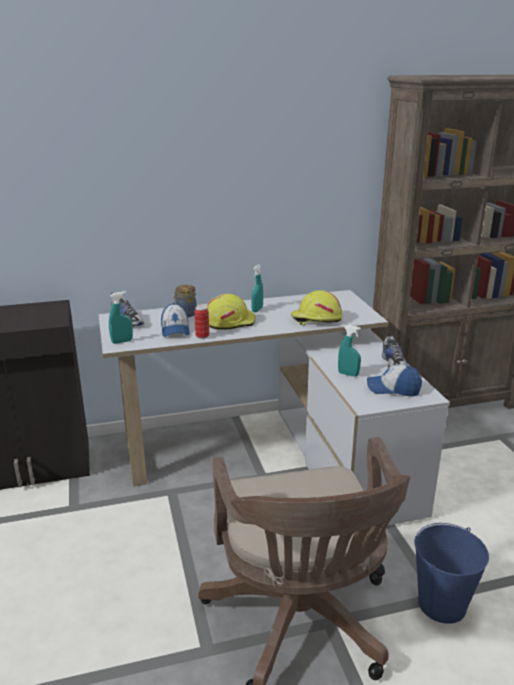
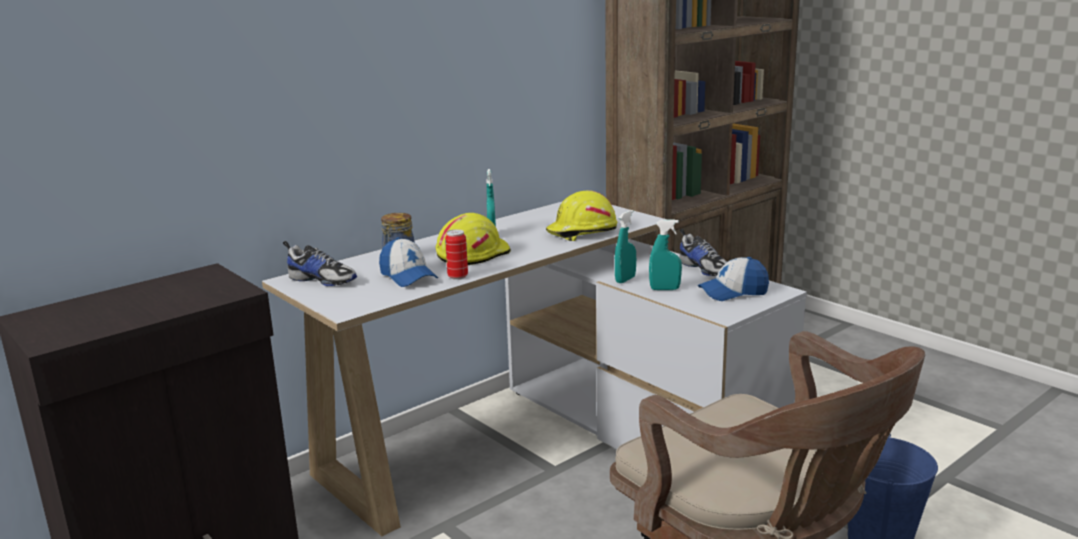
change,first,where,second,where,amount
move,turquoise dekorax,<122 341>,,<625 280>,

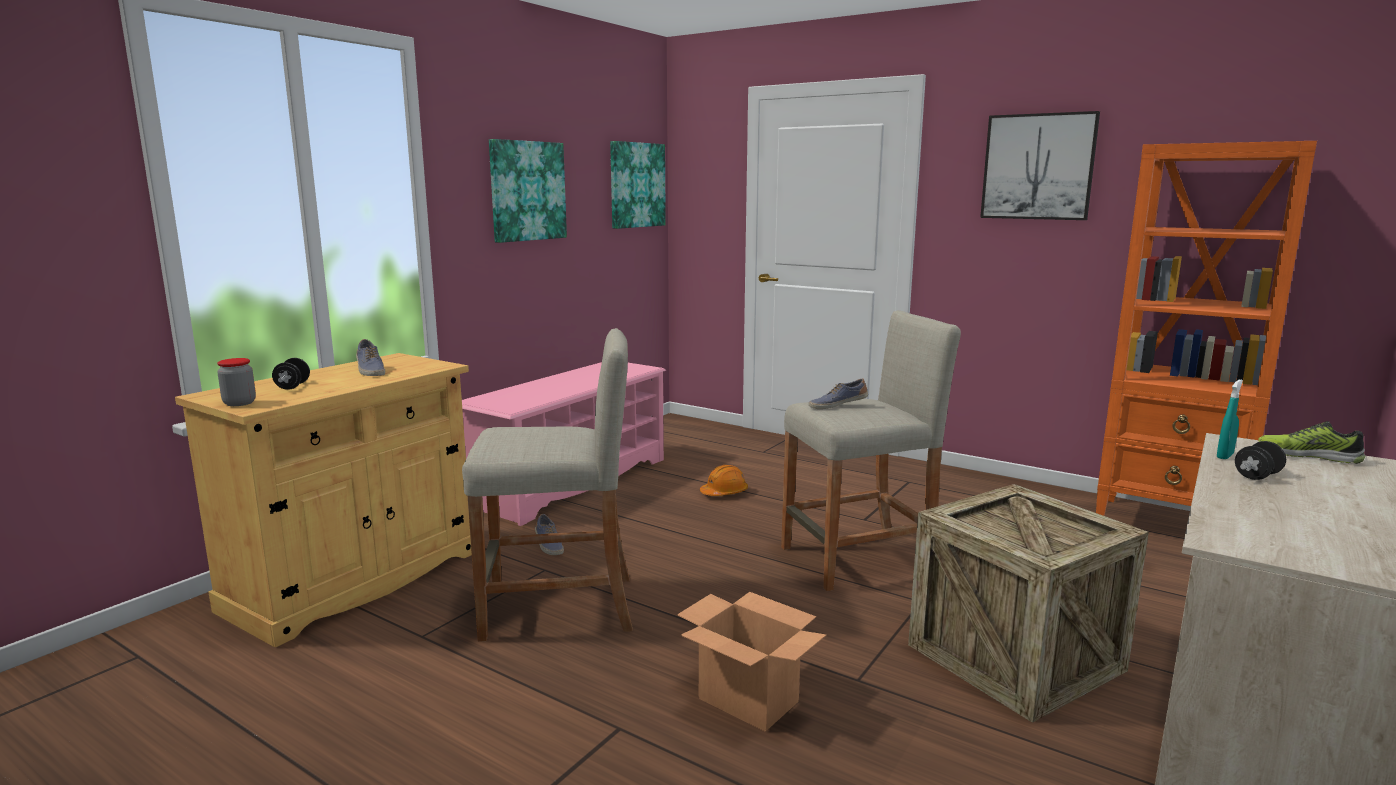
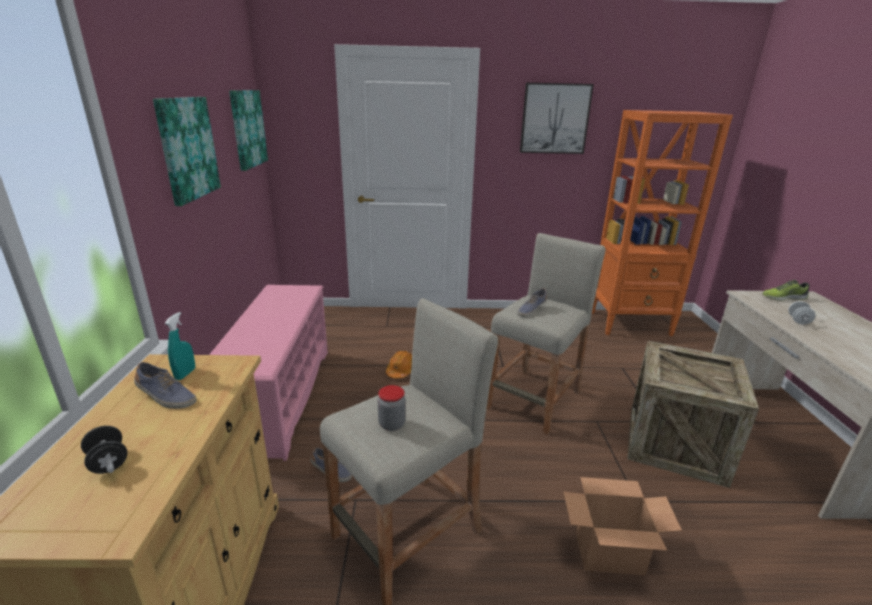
change,first,where,second,where,amount
move,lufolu,<239 403>,,<392 424>,
move,turquoise dekorax,<1225 456>,,<185 374>,
recolor,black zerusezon,<1257 476>,white zerusezon,<798 320>,

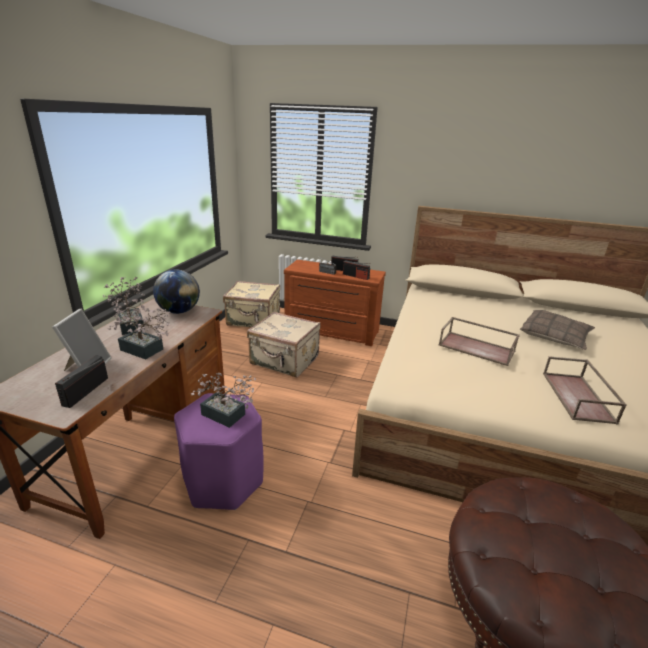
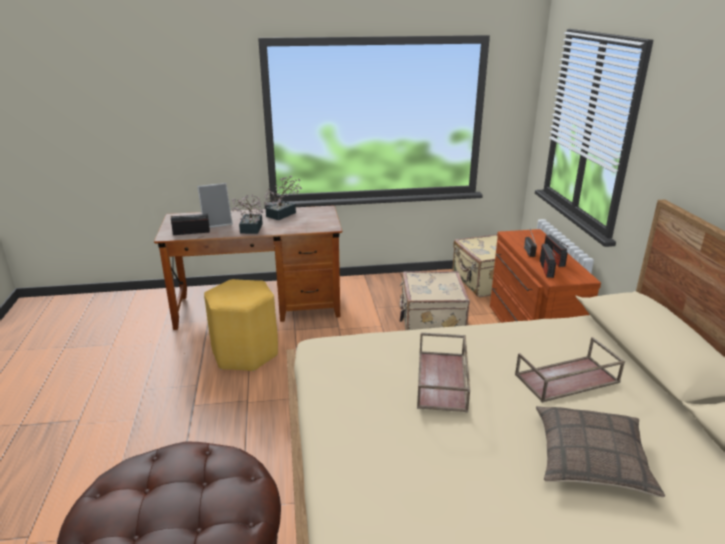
change,first,where,second,where,amount
delete,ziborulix,<179 311>,,,
recolor,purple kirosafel,<223 481>,yellow kirosafel,<244 354>,
delete,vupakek,<227 416>,,,
move,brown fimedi,<578 397>,,<566 379>,

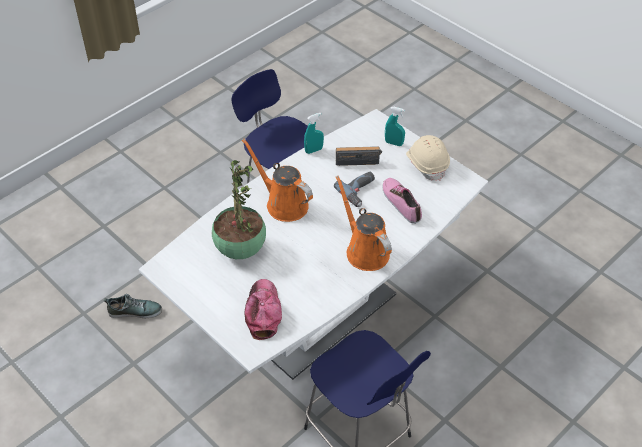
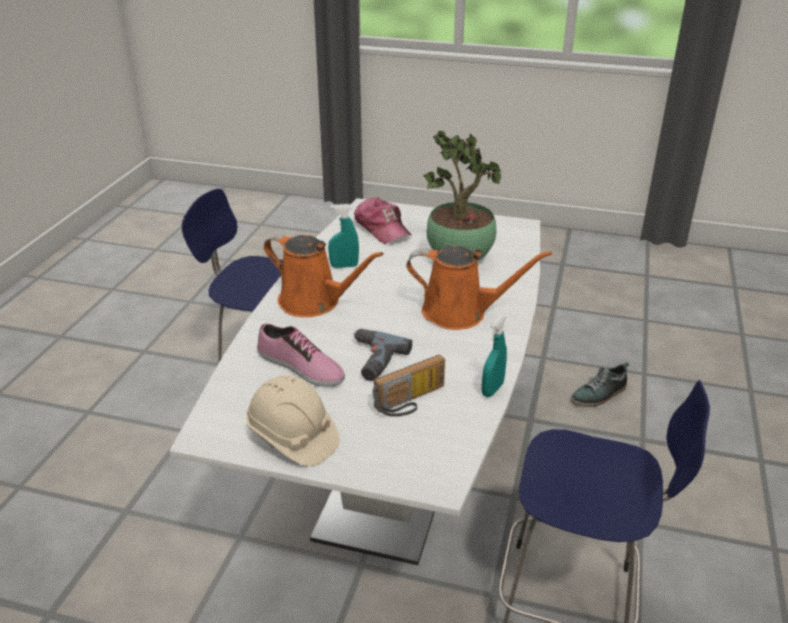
change,first,where,second,where,amount
move,turquoise dekorax,<394 143>,,<344 266>,

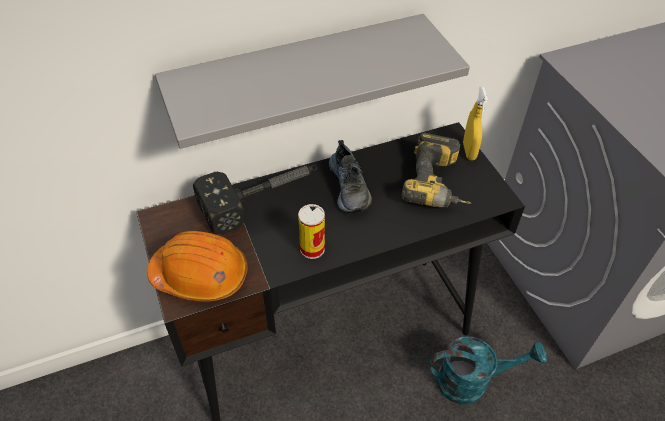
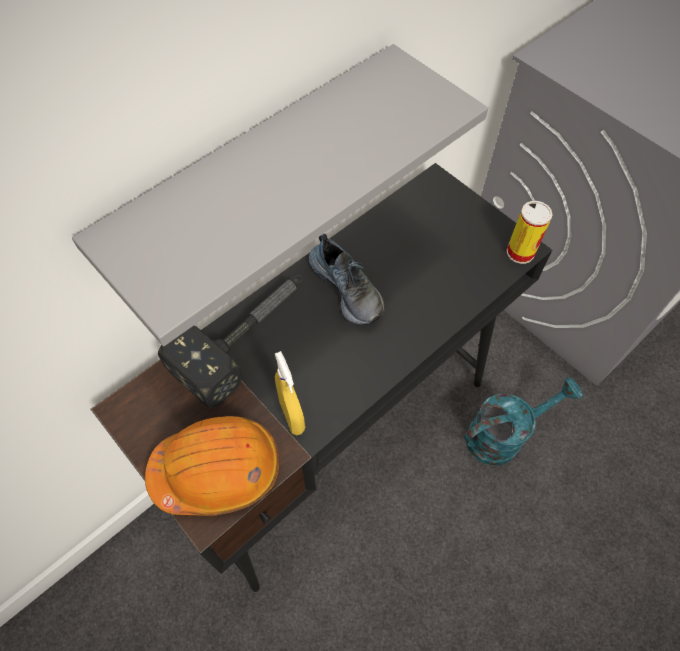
change,first,where,second,where,amount
move,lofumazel,<312 248>,,<520 252>,
delete,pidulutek,<439 185>,,,
move,yellow dekorax,<469 151>,,<292 416>,

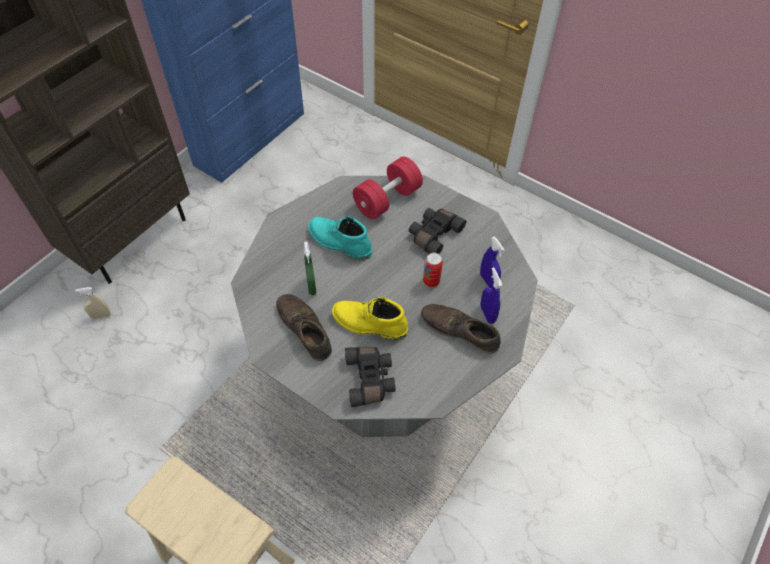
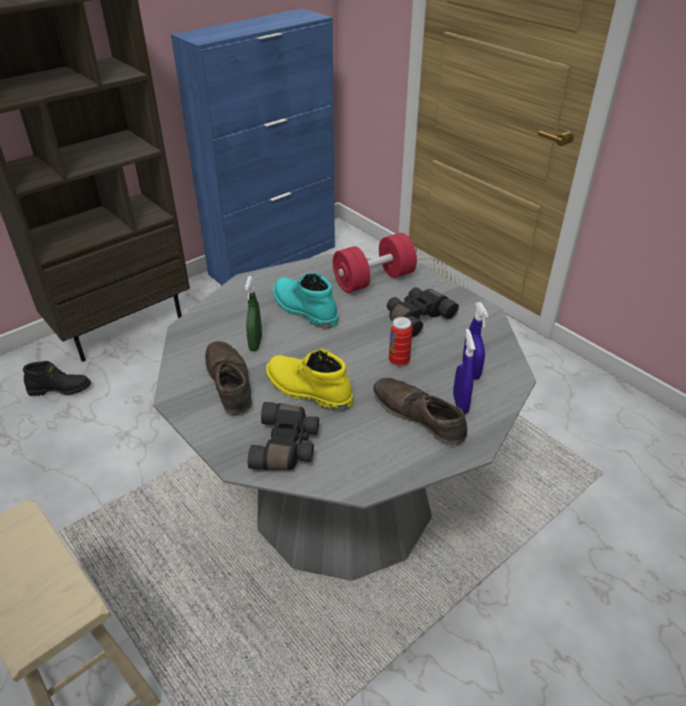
change,first,where,second,where,amount
replace,beige dekorax,<101 315>,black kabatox,<60 388>,

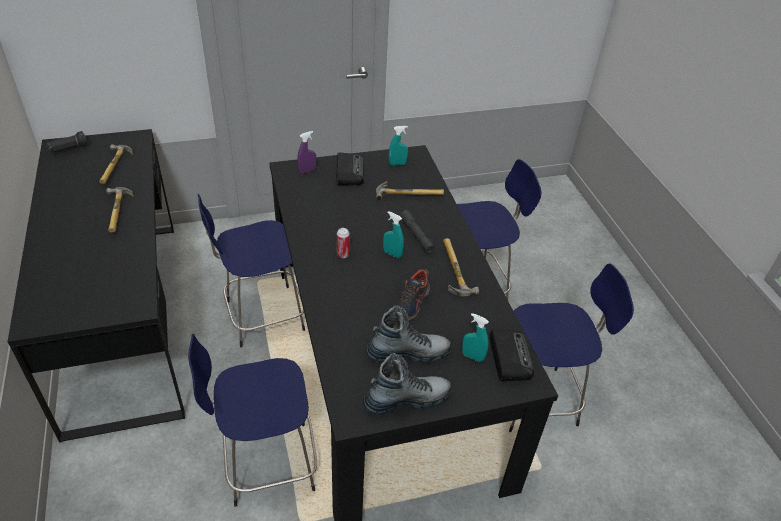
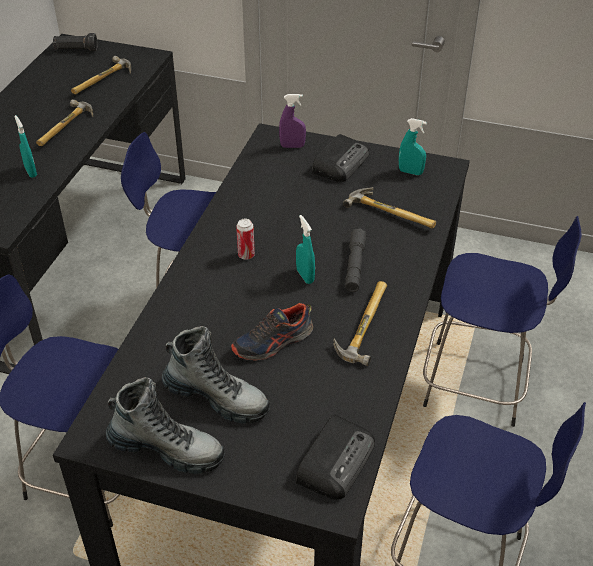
change,first,where,second,where,amount
move,turquoise dekorax,<472 356>,,<31 172>,

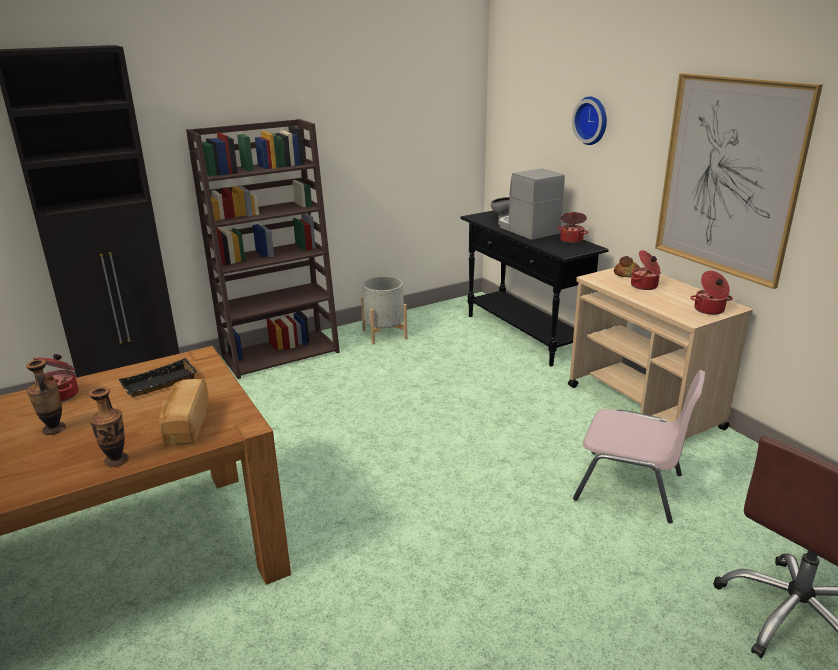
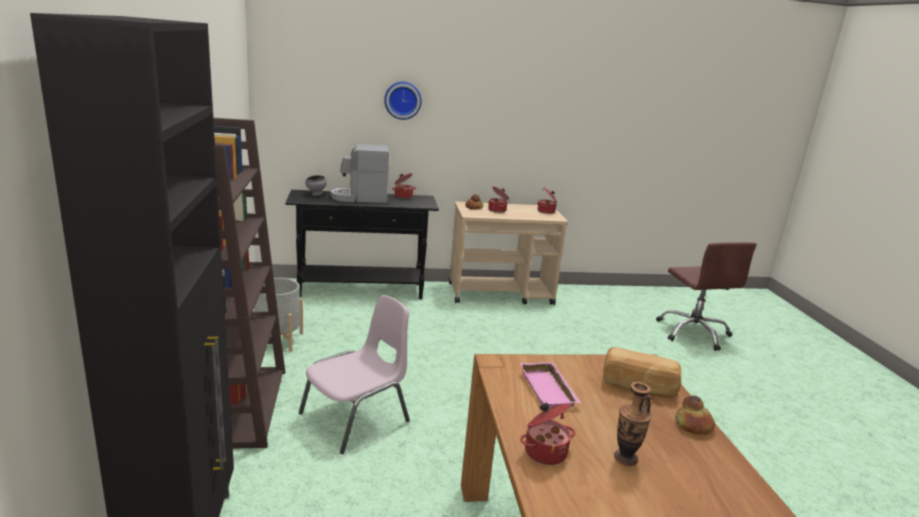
change,first,where,second,where,amount
replace,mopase,<116 461>,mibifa,<692 426>,
recolor,black fimedi,<159 384>,pink fimedi,<549 390>,
move,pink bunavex,<630 487>,,<357 417>,
delete,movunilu,<728 177>,,,

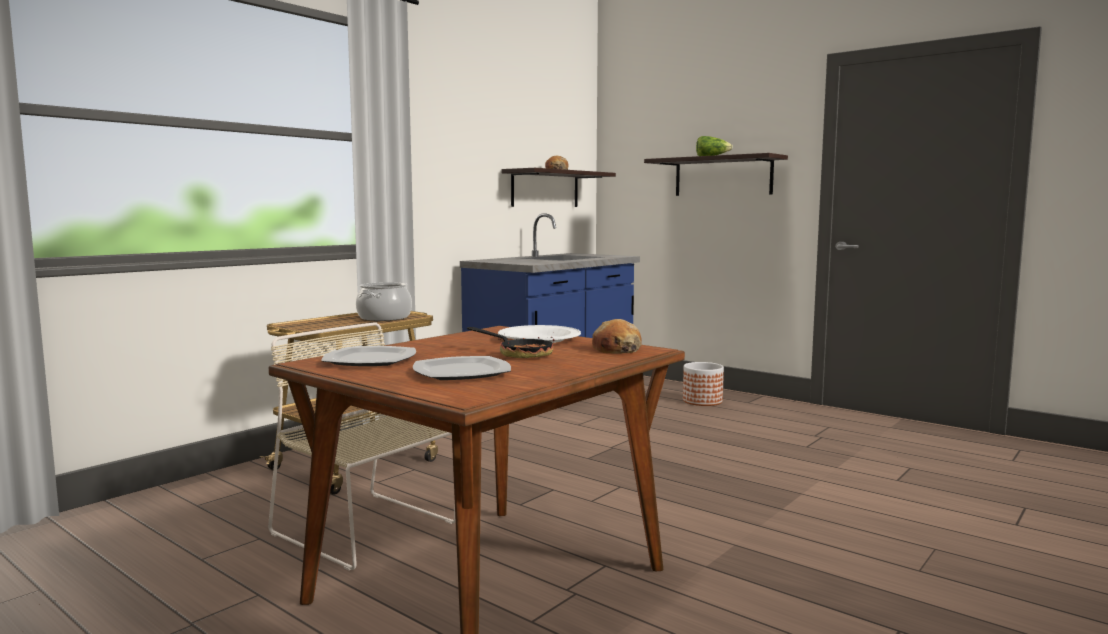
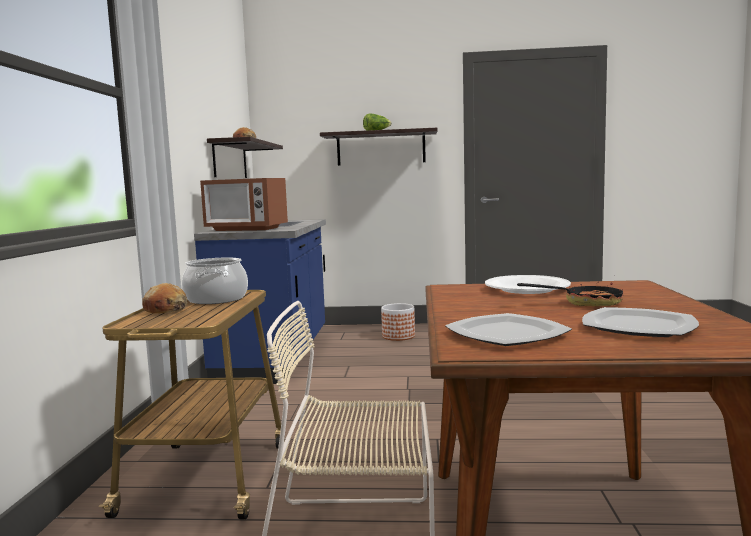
change,first,where,second,where,amount
move,mibifa,<616 349>,,<165 309>,
insert,,,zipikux,<246 229>,

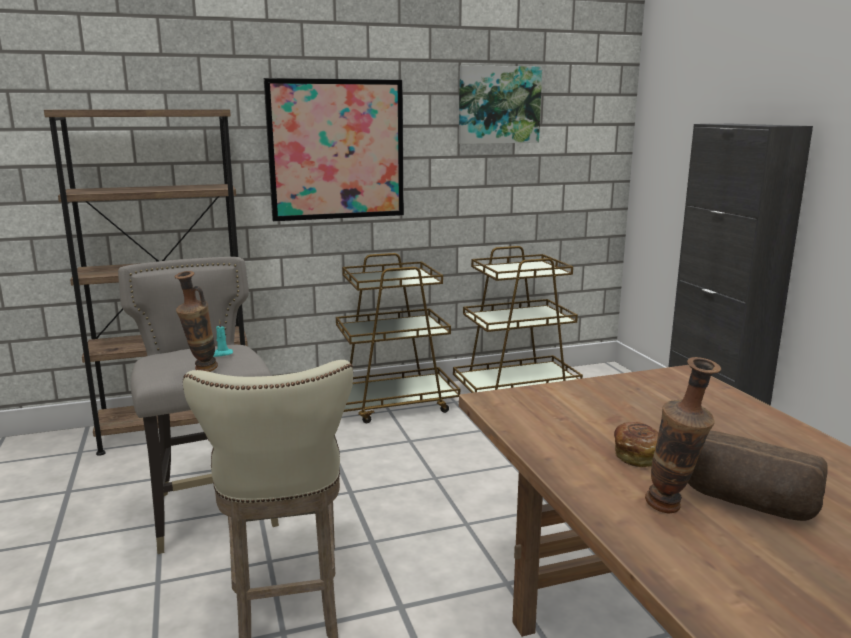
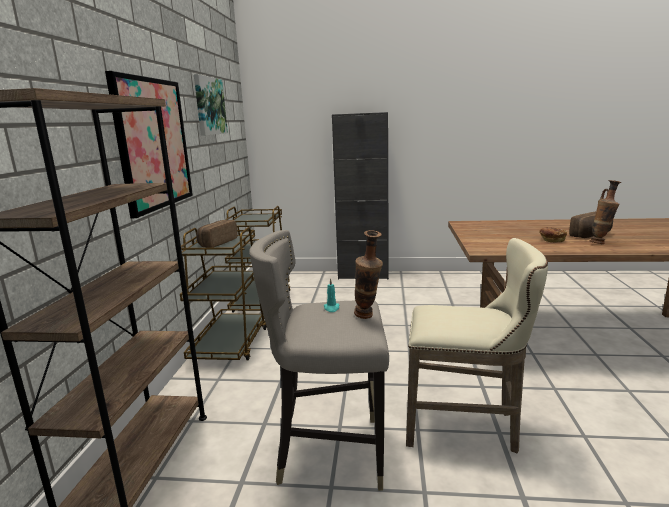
change,first,where,second,where,amount
insert,,,mibifa,<216 243>,

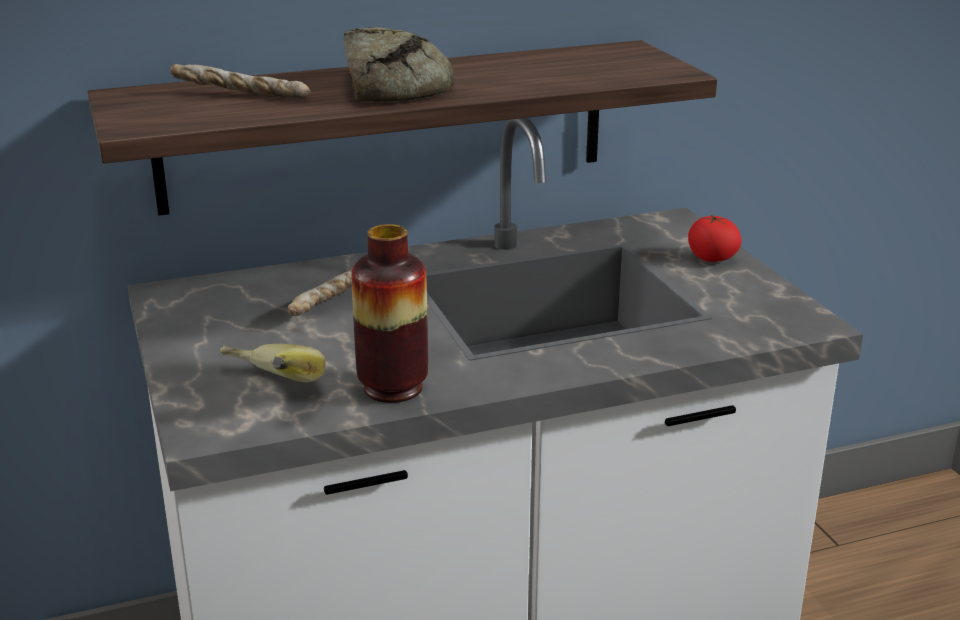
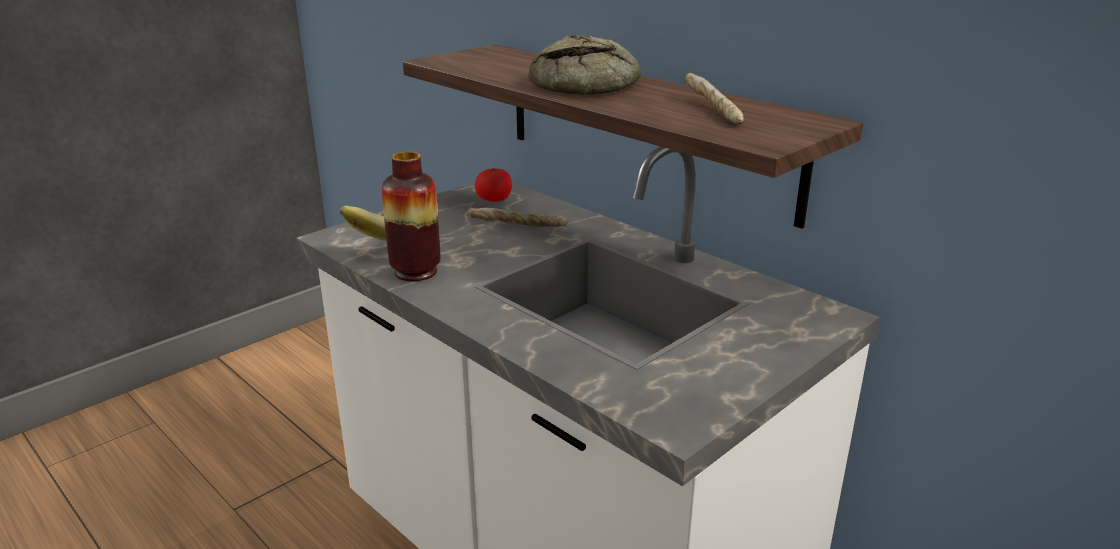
change,first,where,second,where,amount
move,mibifa,<241 96>,,<711 111>,
move,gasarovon,<712 258>,,<494 199>,

